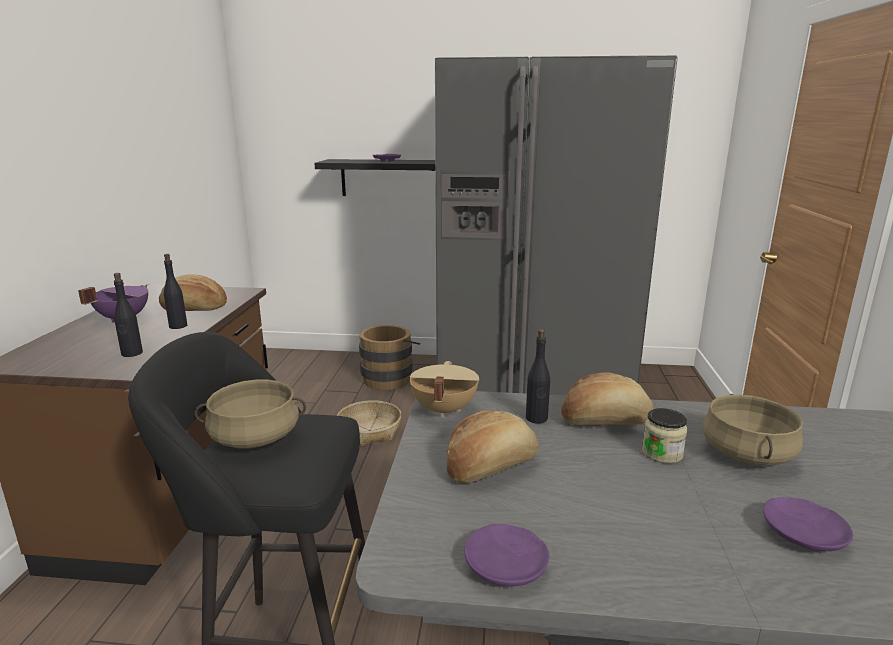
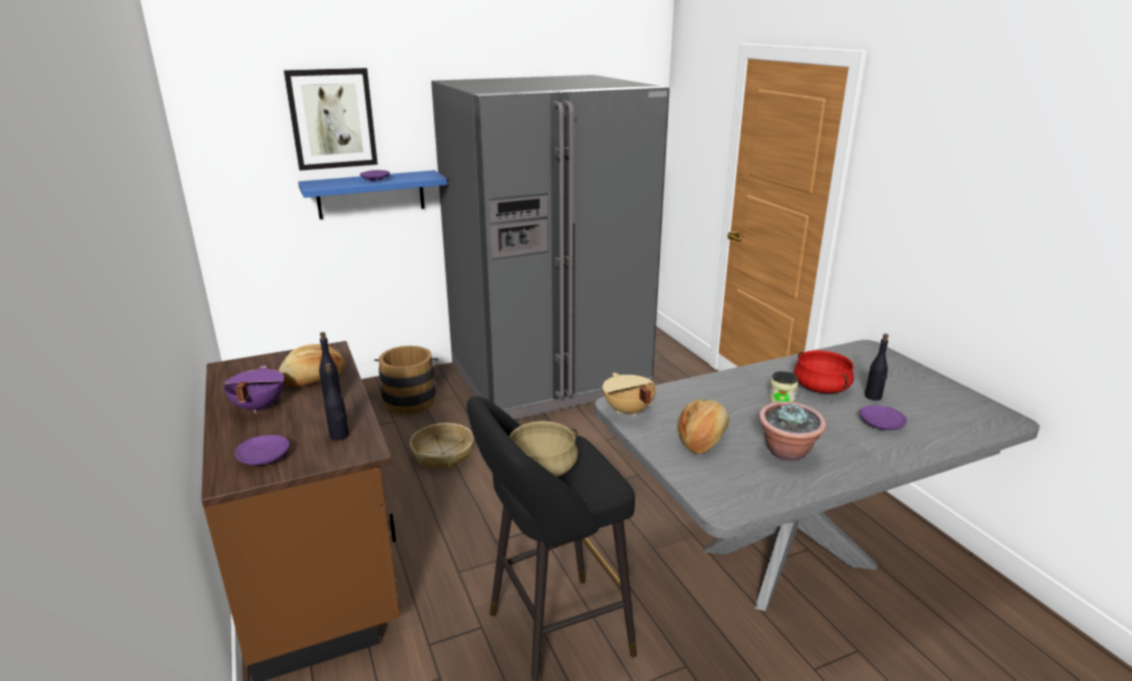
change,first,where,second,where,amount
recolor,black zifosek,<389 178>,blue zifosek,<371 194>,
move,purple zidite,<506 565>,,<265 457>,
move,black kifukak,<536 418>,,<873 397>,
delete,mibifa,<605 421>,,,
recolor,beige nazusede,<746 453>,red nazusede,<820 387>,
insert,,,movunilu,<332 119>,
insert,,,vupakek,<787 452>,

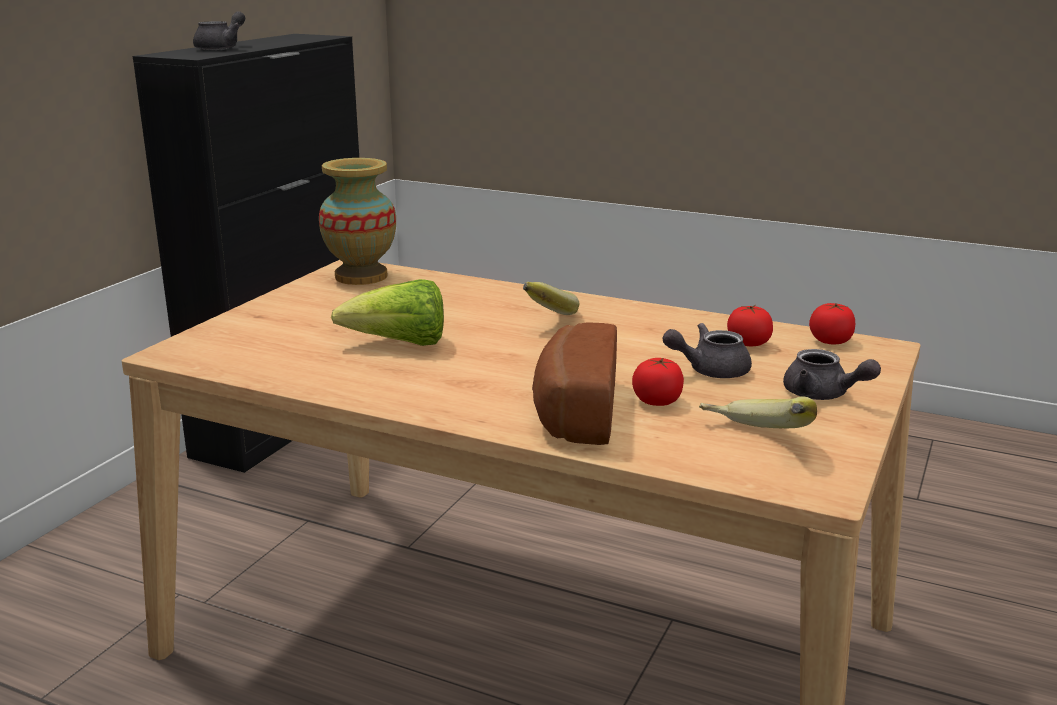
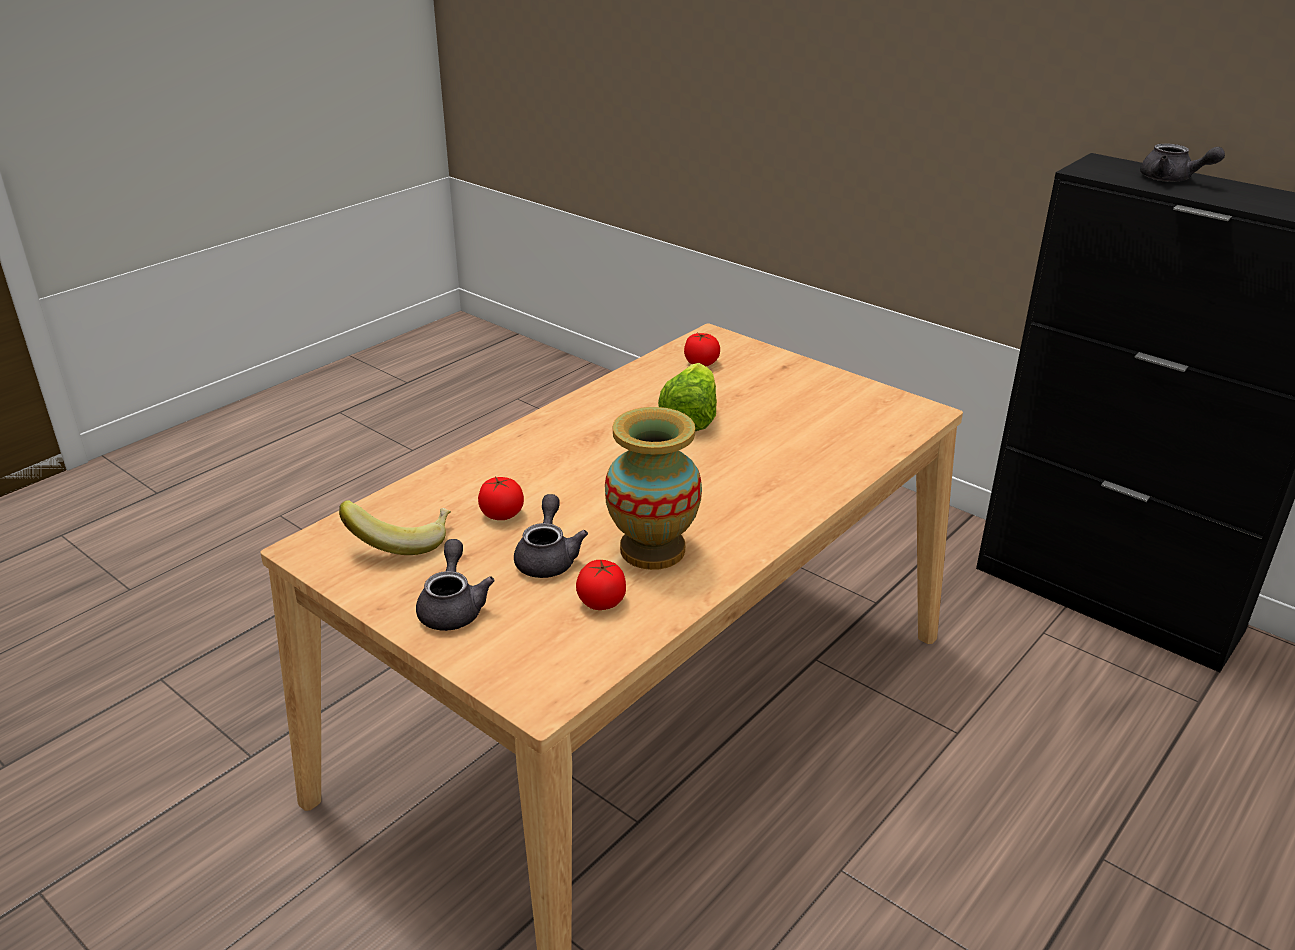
change,first,where,second,where,amount
move,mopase,<361 276>,,<652 550>,
delete,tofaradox,<544 316>,,,
delete,mibifa,<573 412>,,,
rotate,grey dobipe,<823 395>,,<453 607>,120 degrees clockwise
move,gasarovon,<830 341>,,<701 363>,

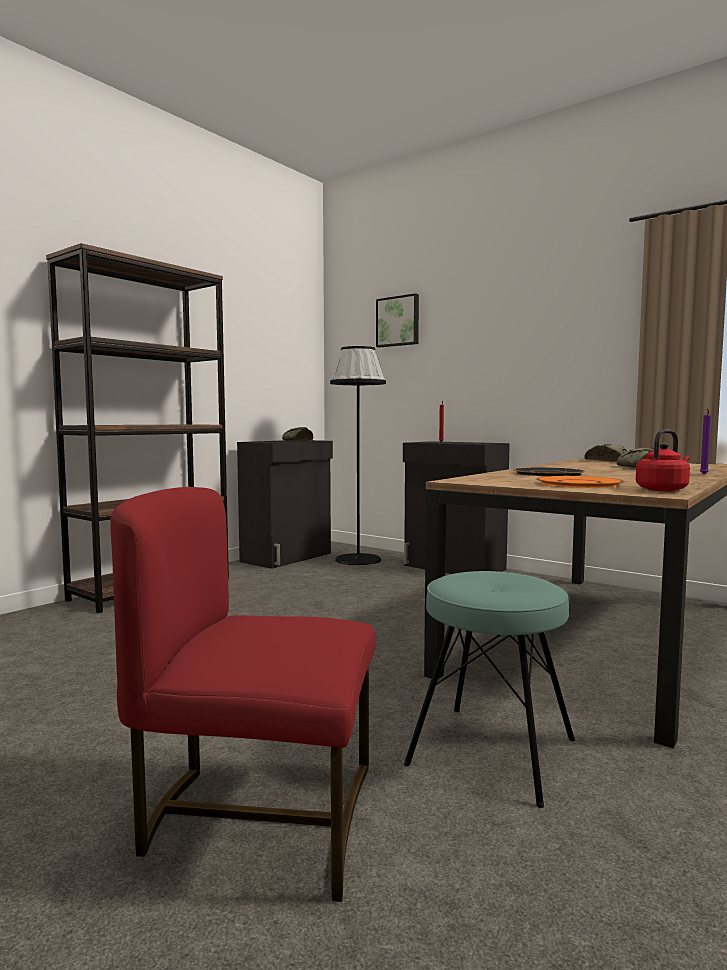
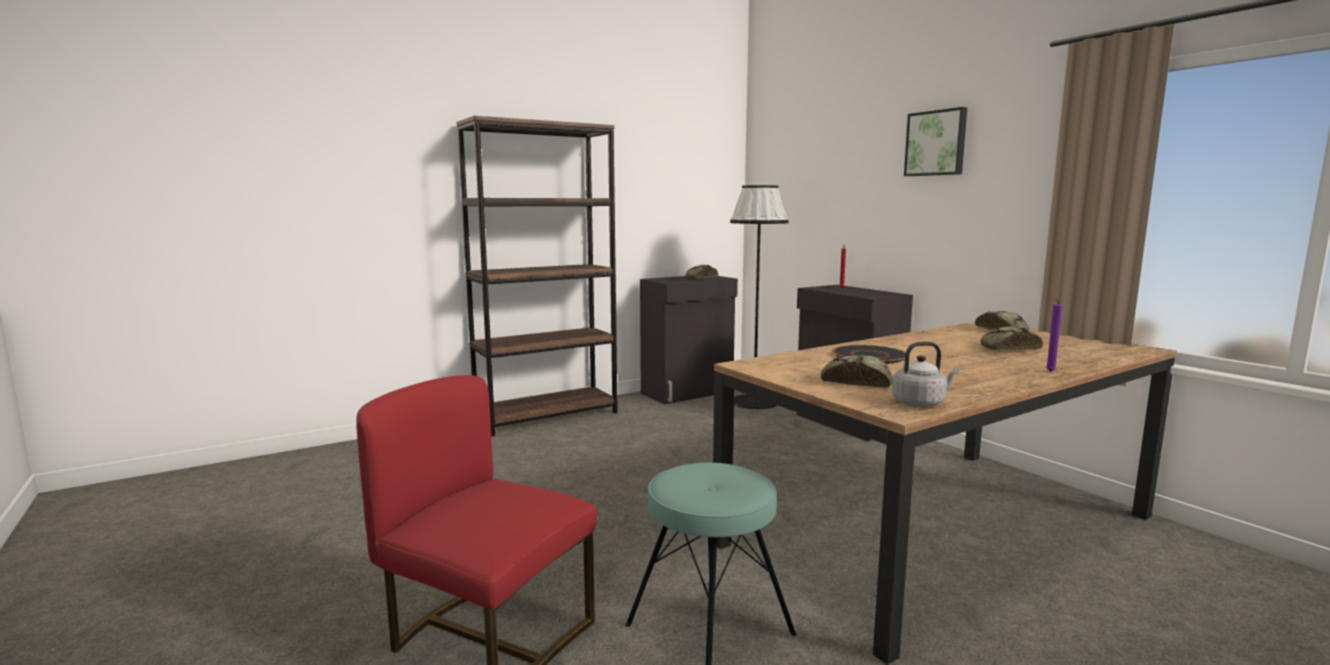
change,first,where,second,where,amount
move,movunilu,<398 321>,,<936 143>,
replace,orange zidite,<578 484>,mibifa,<856 381>,
recolor,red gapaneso,<663 490>,grey gapaneso,<920 403>,

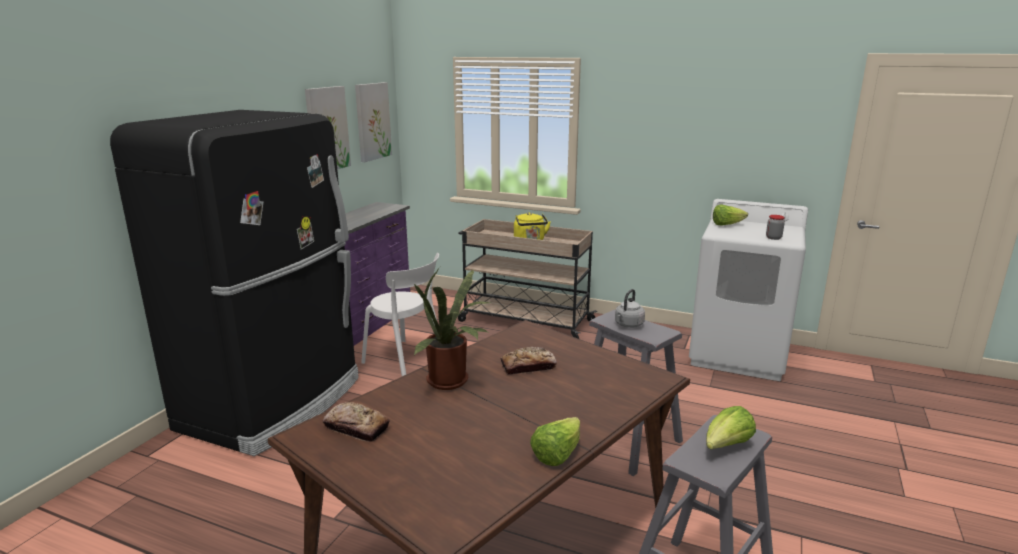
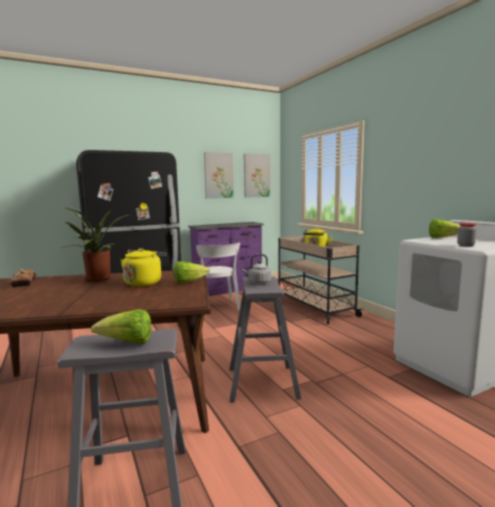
change,first,where,second,where,amount
replace,mibifa,<528 367>,yellow gapaneso,<144 282>,
move,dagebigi,<557 454>,,<188 282>,

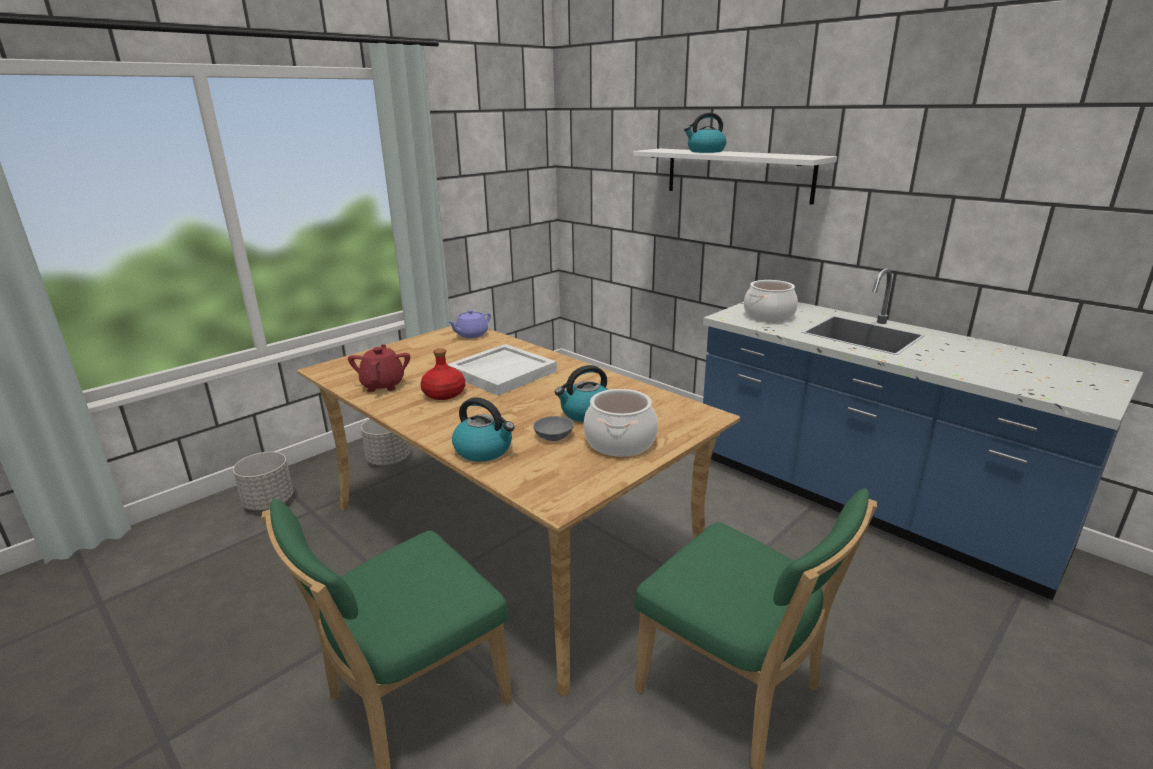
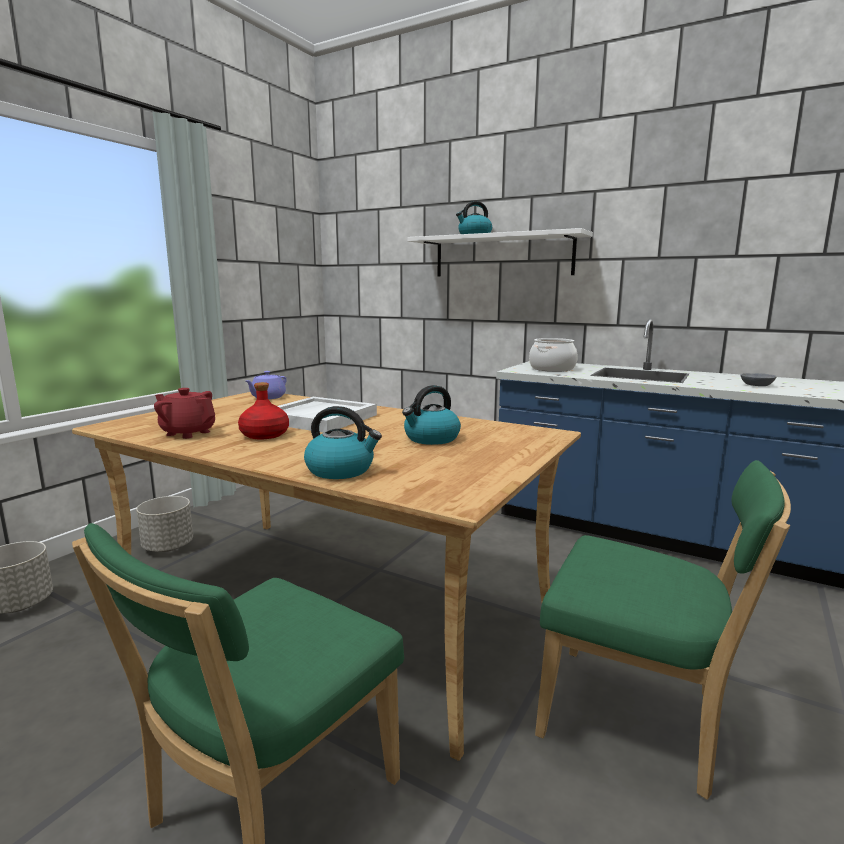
change,first,where,second,where,amount
rotate,red dobipe,<383 385>,,<188 433>,45 degrees counterclockwise
move,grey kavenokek,<554 435>,,<756 385>,
delete,nazusede,<620 442>,,,

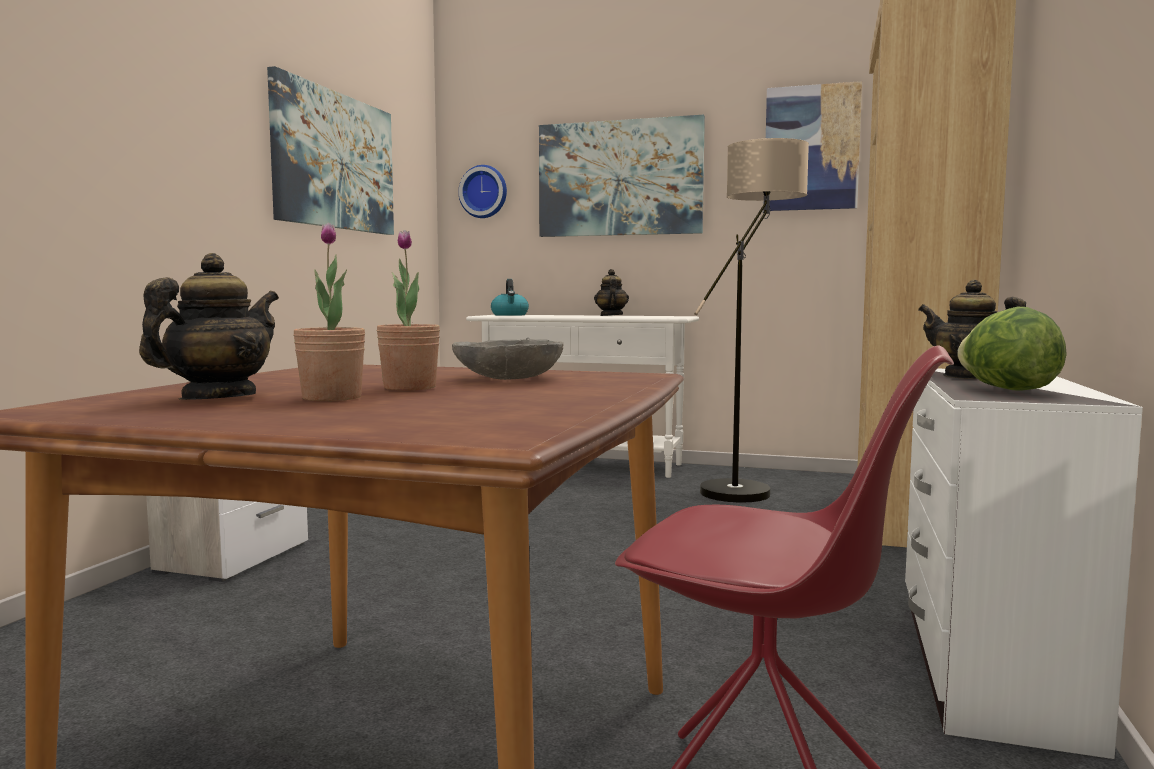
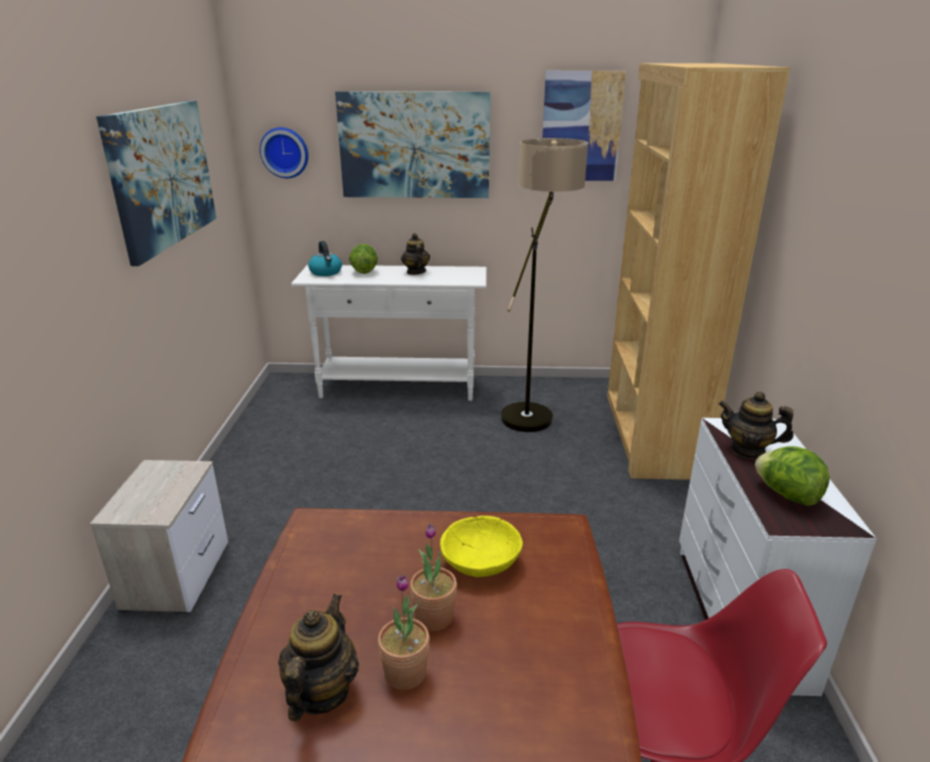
change,first,where,second,where,amount
recolor,grey kavenokek,<509 378>,yellow kavenokek,<481 561>,
insert,,,dagebigi,<364 272>,

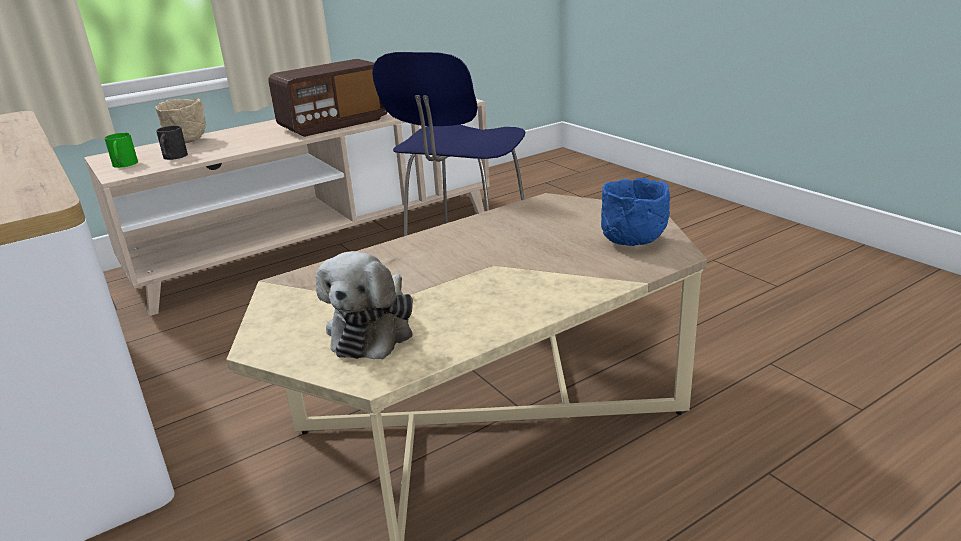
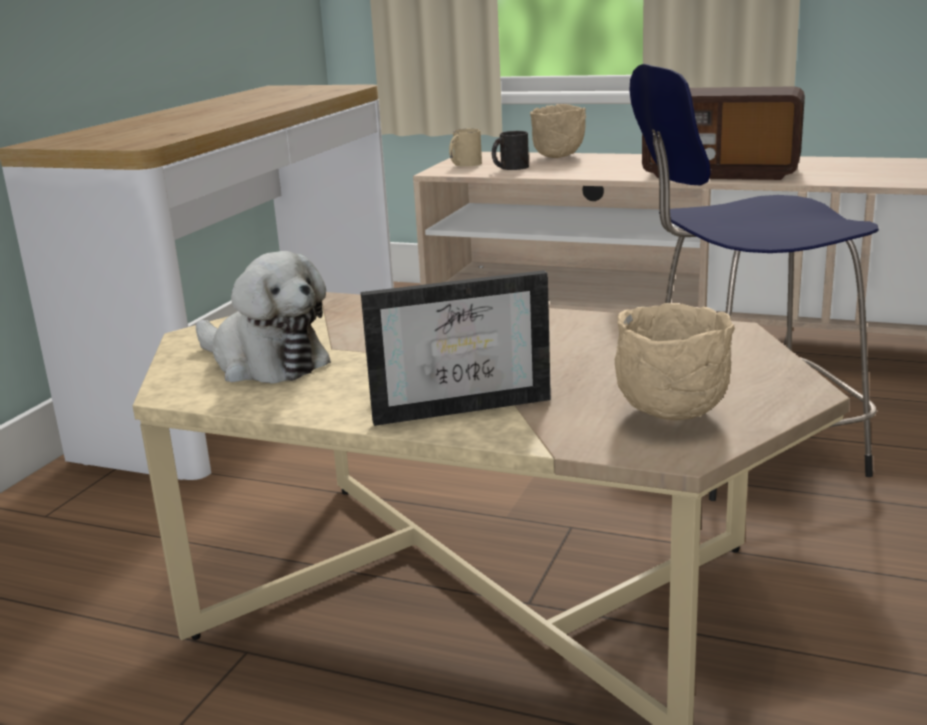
change,first,where,second,where,amount
recolor,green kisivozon,<124 165>,beige kisivozon,<464 165>,
rotate,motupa,<373 330>,,<264 362>,120 degrees counterclockwise
recolor,blue kavenokek,<632 243>,beige kavenokek,<669 415>,
insert,,,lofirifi,<462 403>,

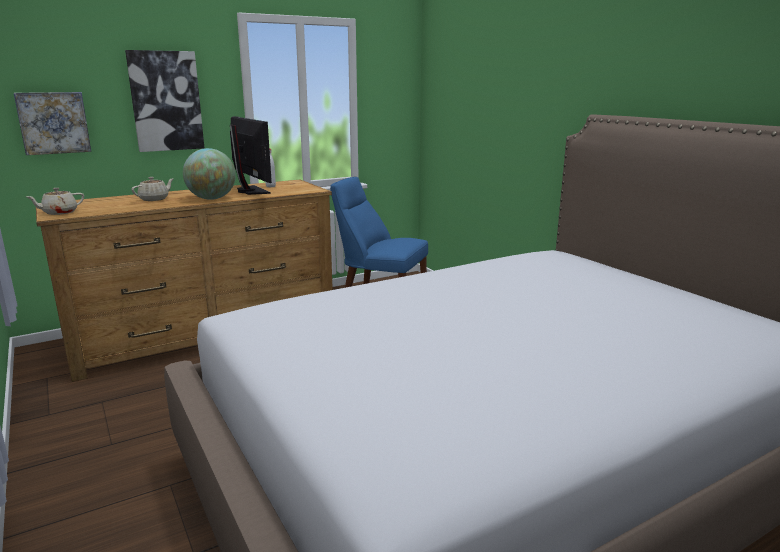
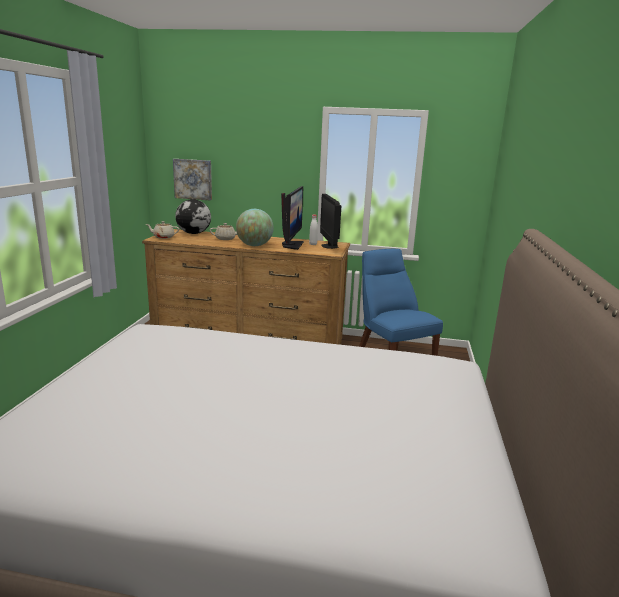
change,first,where,second,where,amount
delete,movunilu,<166 101>,,,
insert,,,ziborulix,<193 233>,
insert,,,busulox,<329 246>,

